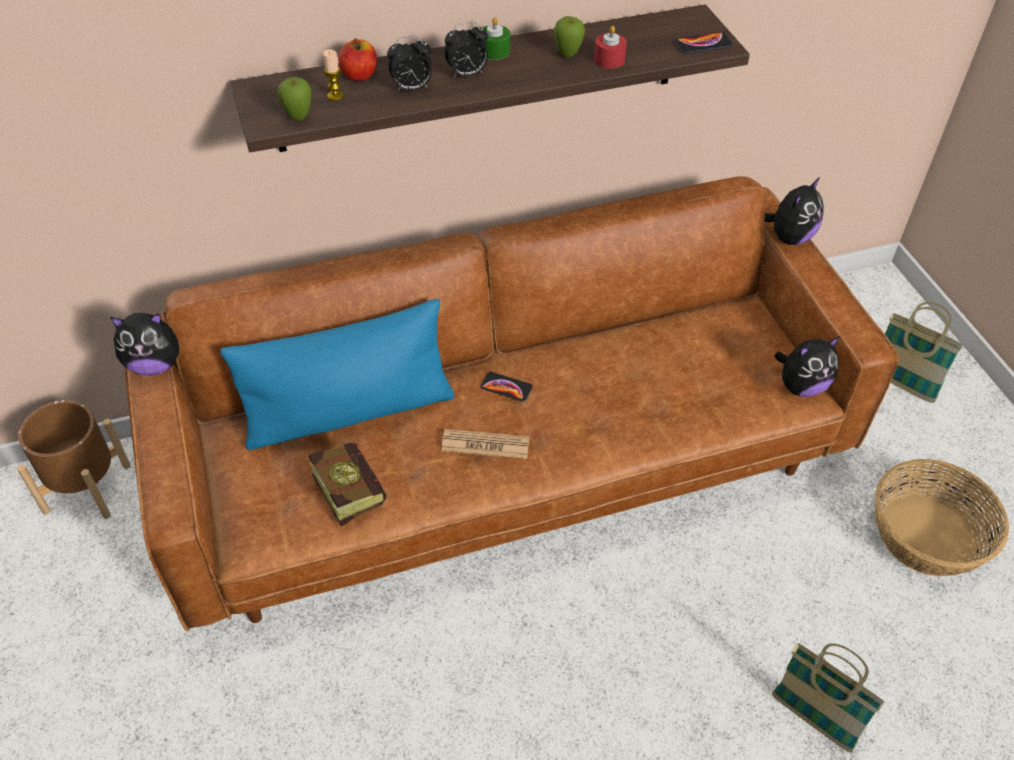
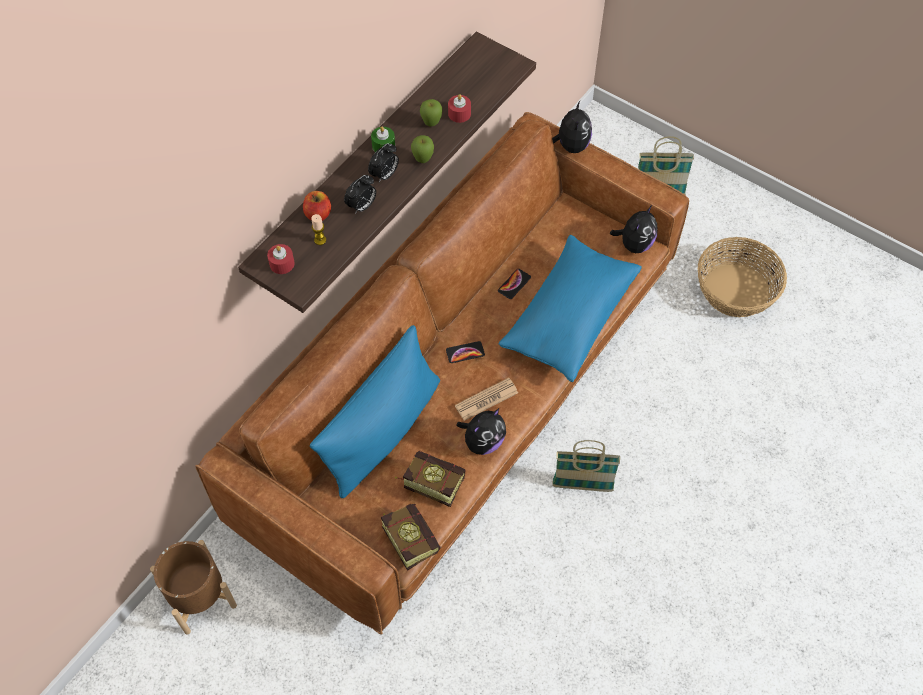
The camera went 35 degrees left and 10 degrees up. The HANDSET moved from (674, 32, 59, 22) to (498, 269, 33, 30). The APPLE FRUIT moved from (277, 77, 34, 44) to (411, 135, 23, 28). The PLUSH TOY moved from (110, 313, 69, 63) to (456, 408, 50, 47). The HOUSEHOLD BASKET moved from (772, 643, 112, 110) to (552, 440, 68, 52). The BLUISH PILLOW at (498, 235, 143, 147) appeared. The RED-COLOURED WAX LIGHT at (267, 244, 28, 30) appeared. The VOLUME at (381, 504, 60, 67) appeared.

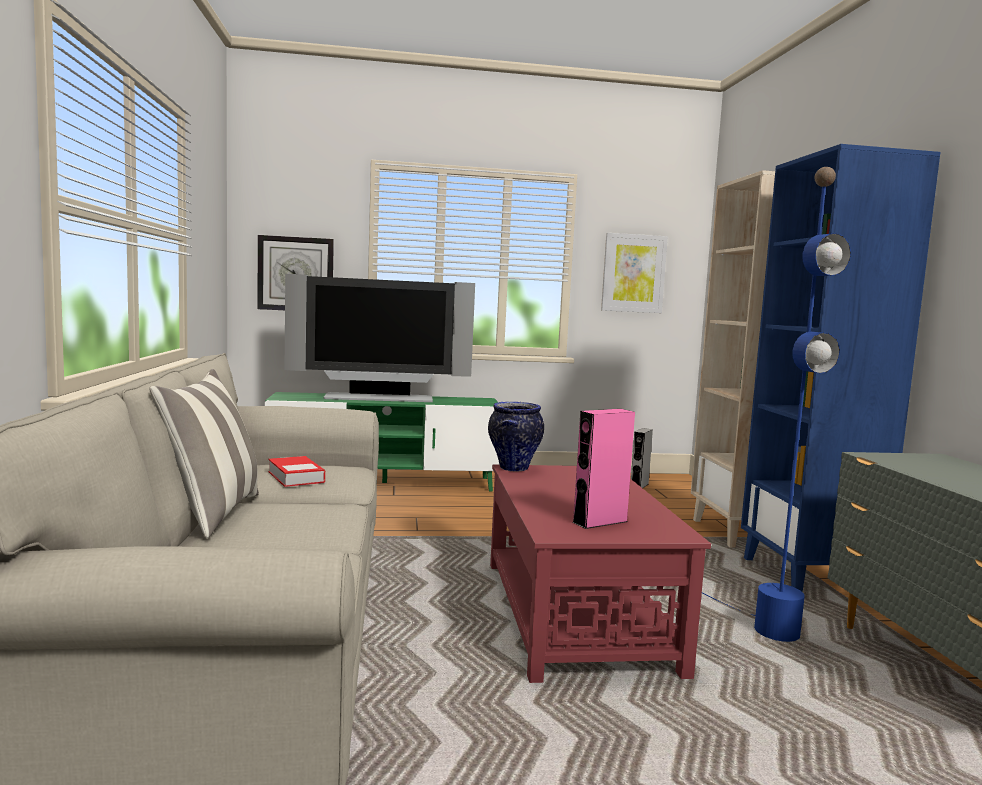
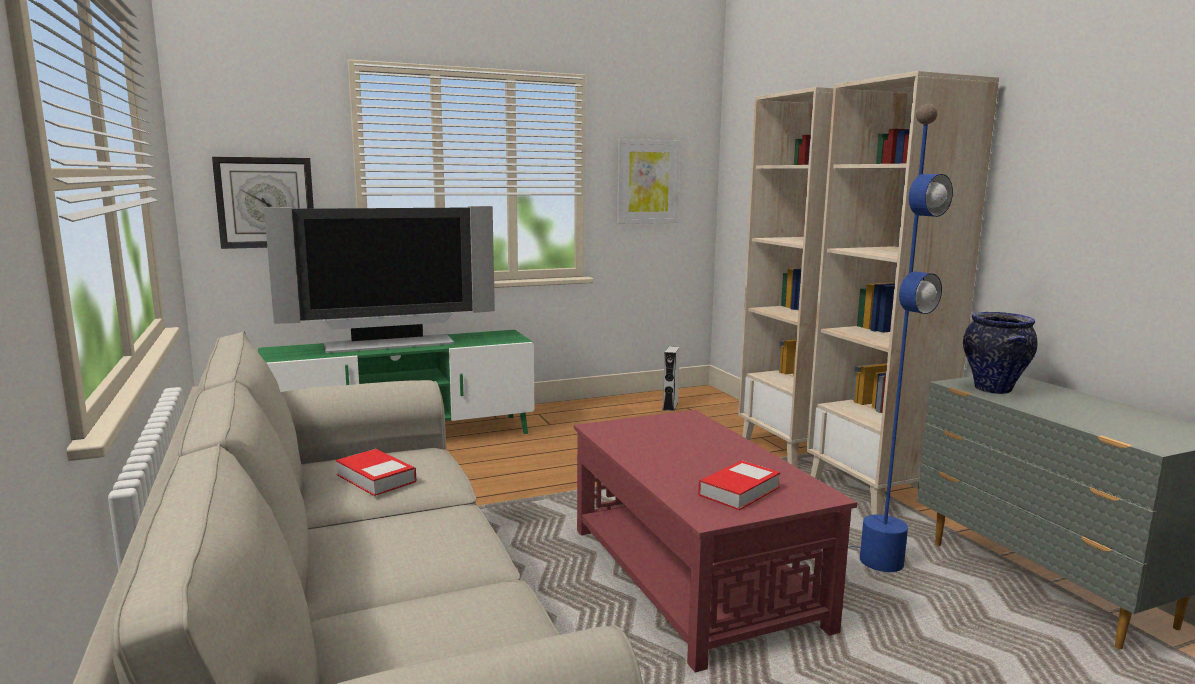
The camera went 15 degrees left and 5 degrees up. The BLUISH BOOKSHELF at (741, 144, 199, 448) became the BEIGE BOOKSHELF at (807, 71, 192, 444). The PILLOW at (149, 369, 110, 169) disappeared. The DECORATIVE VASE moved from (488, 402, 56, 70) to (963, 312, 75, 82). The PINKISH SPEAKER at (572, 409, 63, 120) was replaced by the VOLUME at (698, 460, 83, 50).

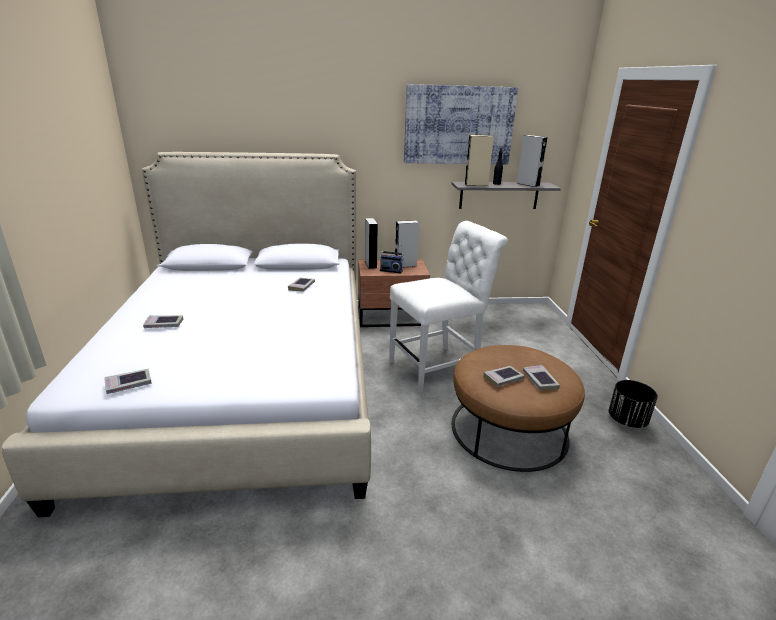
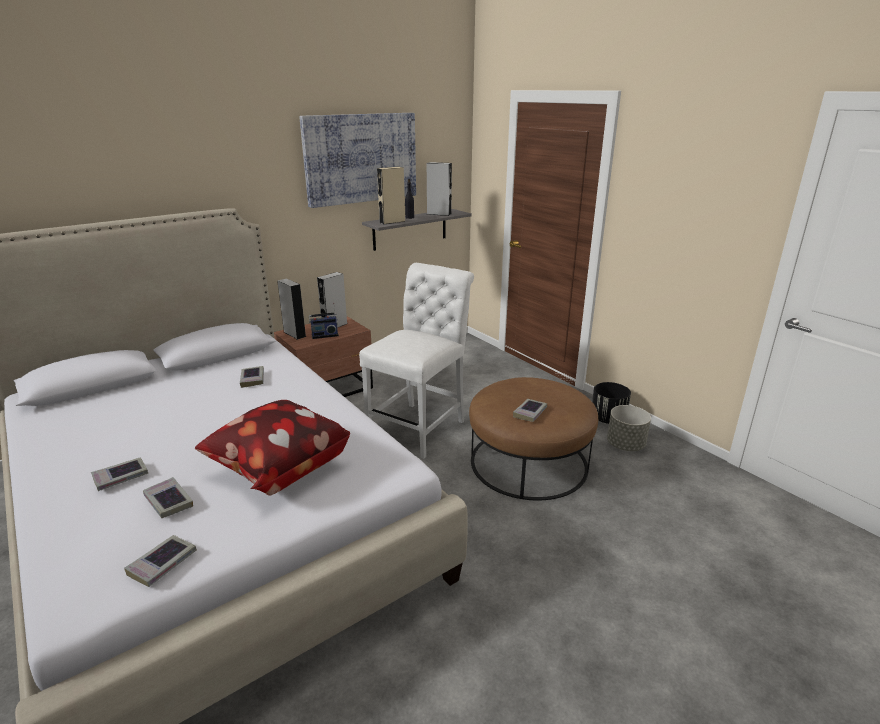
The camera went 30 degrees left and 0 degrees up. The VOLUME moved from (523, 365, 37, 25) to (143, 477, 50, 41). The PILLOW at (195, 400, 155, 96) appeared. The GRAY PLANTER at (607, 405, 44, 46) appeared.

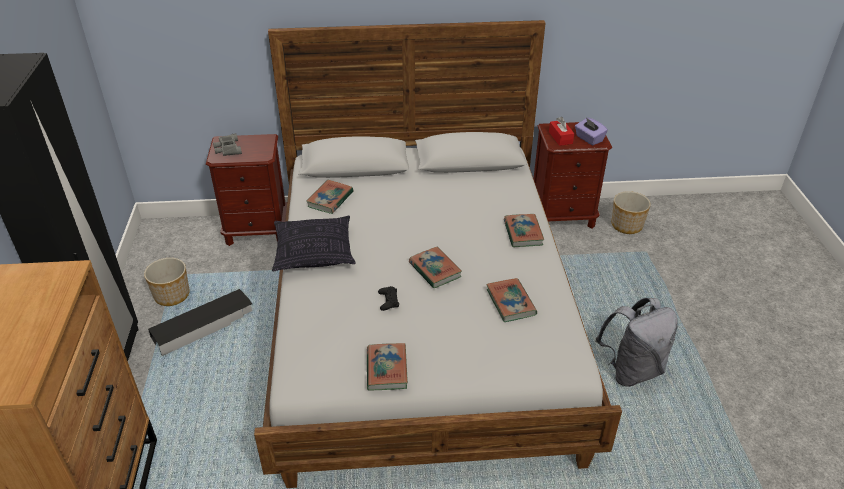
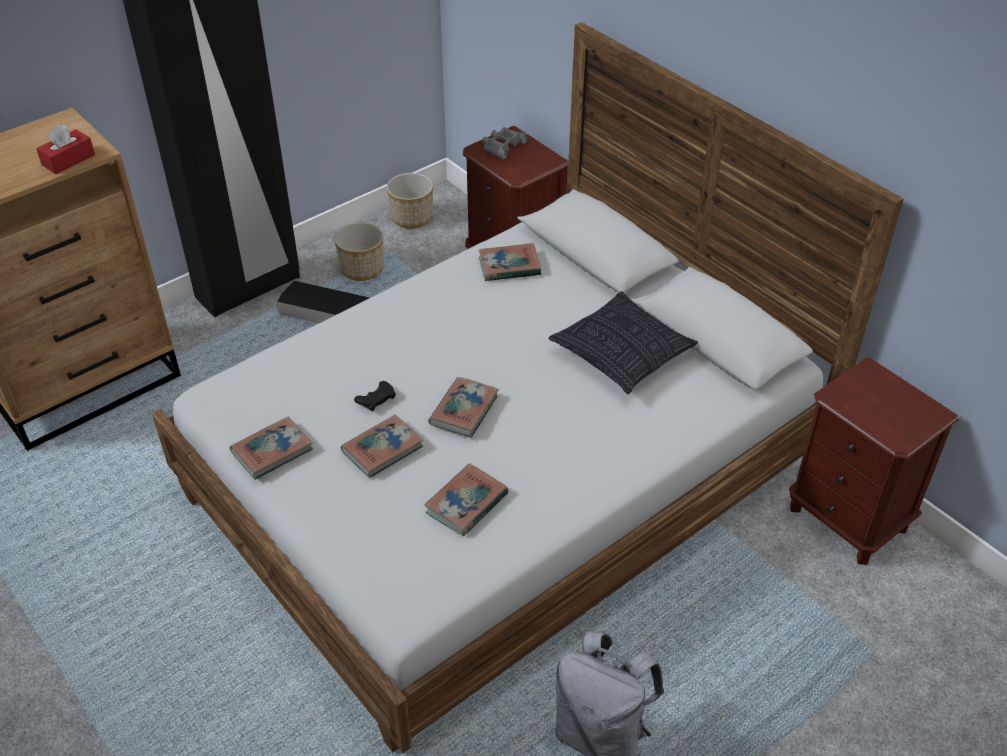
The camera went 55 degrees right and 5 degrees up. The RED-COLOURED TISSUE HOLDER moved from (549, 117, 25, 29) to (36, 124, 59, 50). The PURPLE TISSUE HOLDER at (575, 118, 33, 27) disappeared. The PLANTER moved from (611, 191, 40, 43) to (387, 173, 46, 56). The VOLUME moved from (504, 214, 40, 33) to (341, 415, 82, 63). The PILLOW moved from (272, 216, 83, 55) to (548, 291, 150, 103).

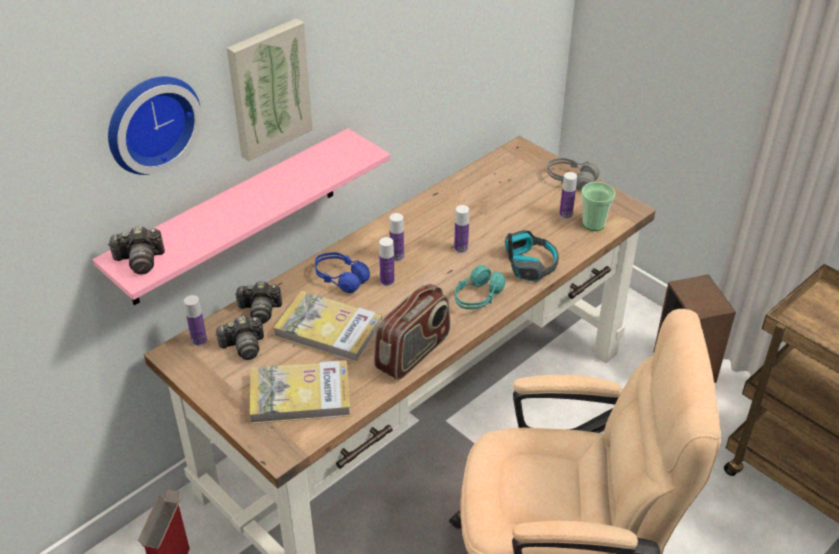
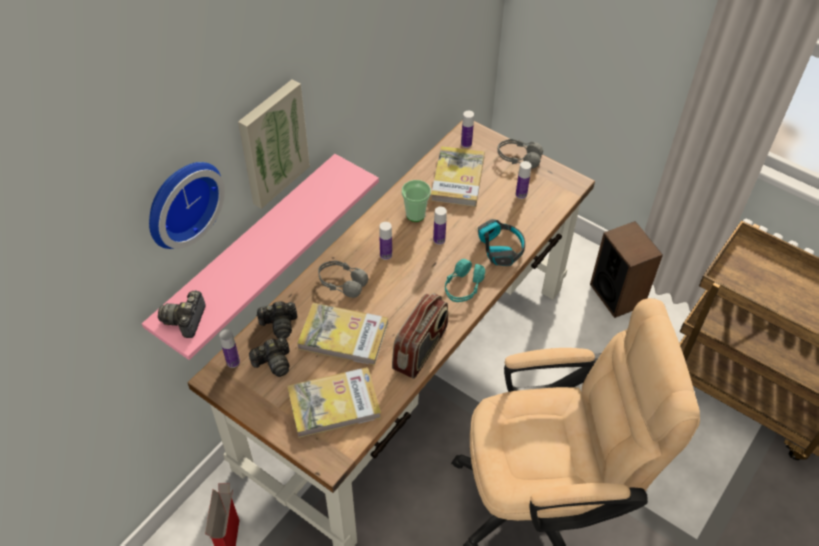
The camera went 10 degrees left and 10 degrees up. The CUP moved from (581, 182, 34, 49) to (402, 180, 29, 42). The PHOTO CAMERA at (108, 226, 57, 49) turned 120 degrees clockwise. The DRINK BOTTLE moved from (379, 237, 16, 49) to (461, 111, 13, 37). The BLUISH HEADPHONES at (315, 252, 55, 41) became the GRAY HEADPHONES at (318, 261, 51, 37). The VOLUME at (431, 146, 54, 61) appeared.

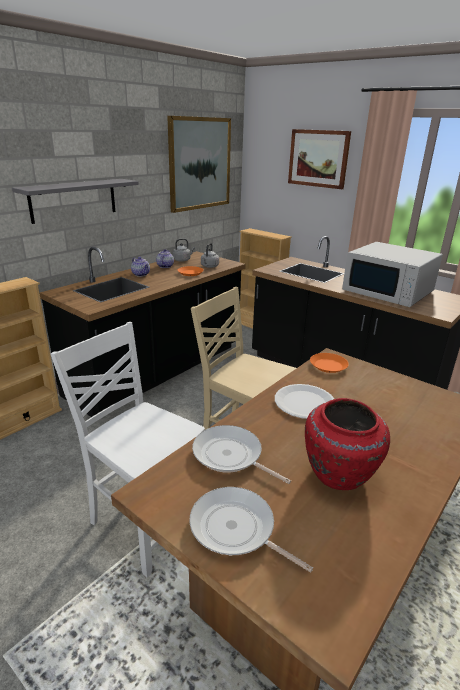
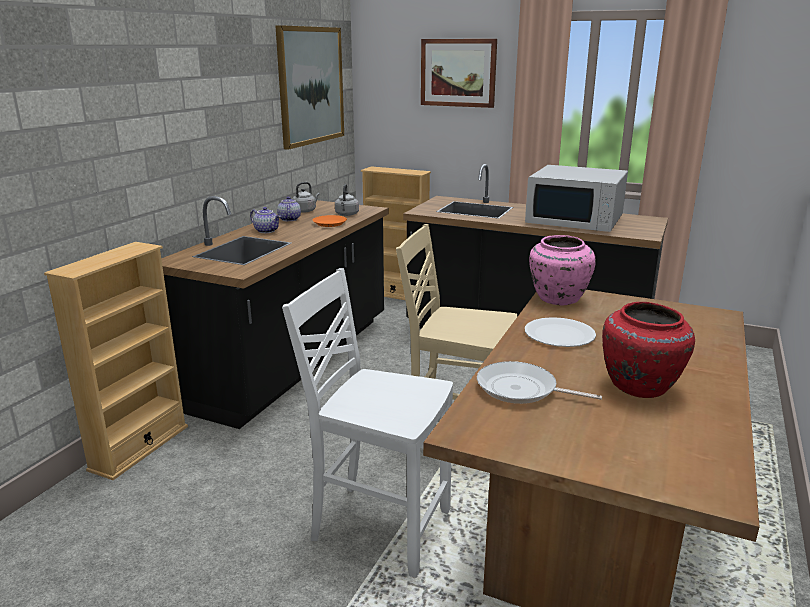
The camera went 15 degrees left and 5 degrees down. The GRAY SHELF at (12, 179, 127, 45) disappeared. The ORANGE PLATE at (310, 353, 39, 20) was replaced by the PINKISH DECORATIVE VASE at (529, 235, 67, 70). The PAN at (189, 487, 124, 86) disappeared.

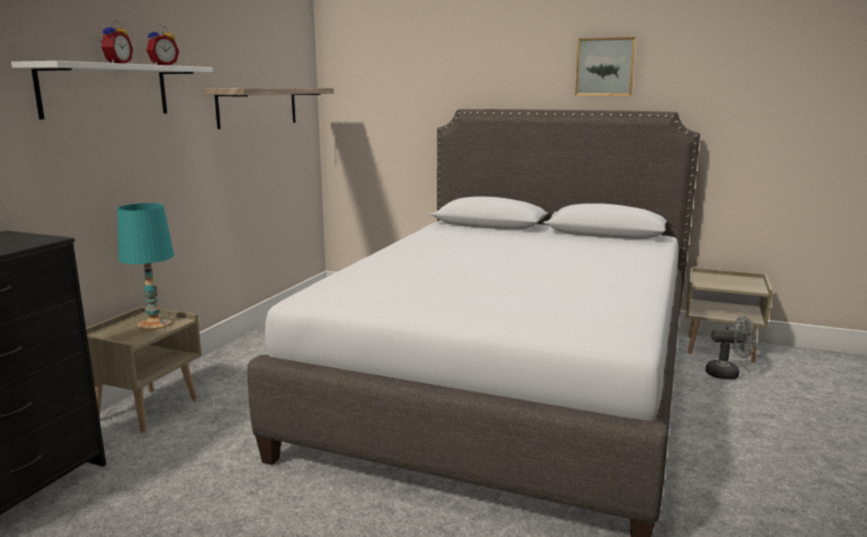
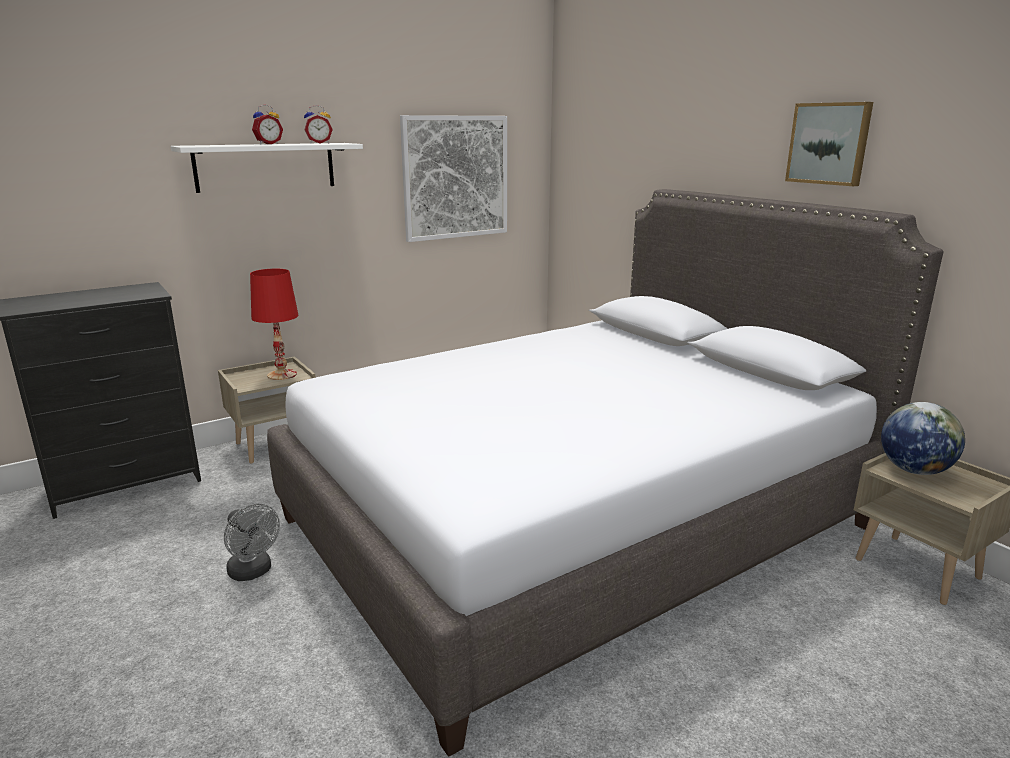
The camera went 35 degrees right and 5 degrees up. The SHELF at (204, 88, 130, 41) was replaced by the WALL ART at (400, 115, 107, 127). The BLUE-GREEN LAMP FOR A TABLE at (117, 203, 57, 127) became the RED-COLOURED LAMP FOR A TABLE at (250, 269, 48, 111). The GRAY COOLING FAN moved from (705, 317, 51, 62) to (224, 504, 56, 77). The DESK GLOBE at (881, 402, 84, 73) appeared.

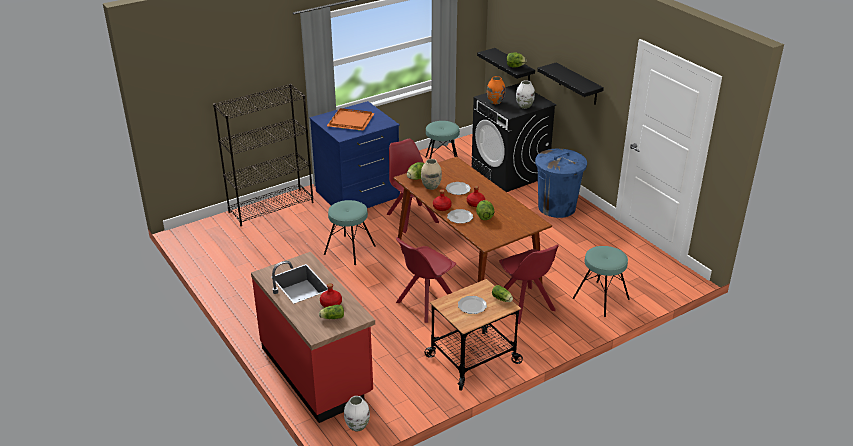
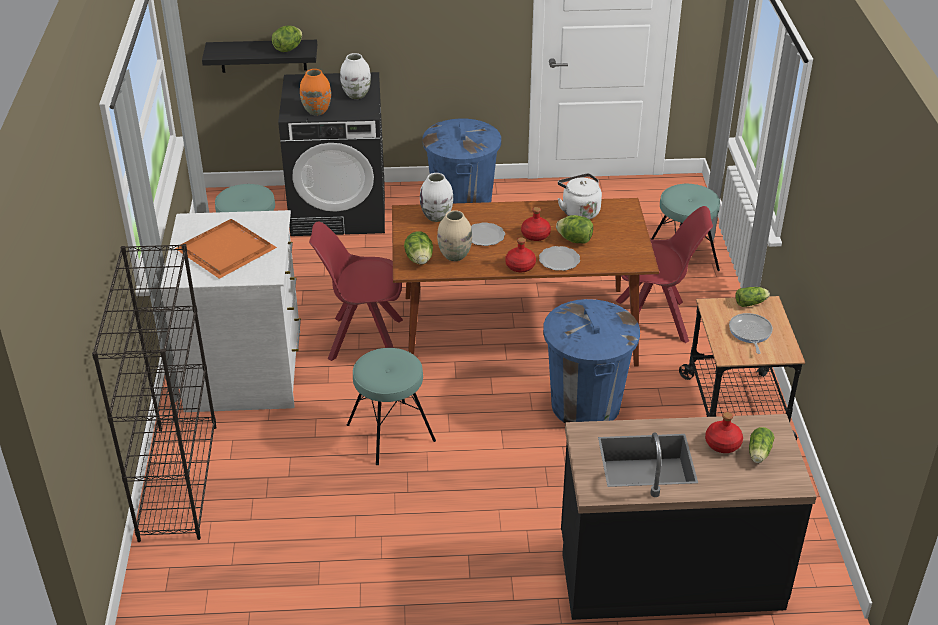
The camera went 60 degrees left and 5 degrees up. The BLACK SHELF at (537, 62, 67, 43) disappeared. The BLUISH DRAWER CHEST at (309, 101, 91, 107) became the WHITE DRAWER CHEST at (160, 210, 141, 202). The RED-COLOURED CHAIR at (396, 237, 60, 86) was replaced by the BLUISH TRASH CAN at (543, 299, 97, 124). The RED-COLOURED KITCHEN BASE UNIT at (251, 252, 124, 171) became the BLACK KITCHEN BASE UNIT at (561, 414, 256, 206). The PLATE at (458, 296, 29, 18) was replaced by the PAN at (729, 313, 44, 41). The WHITE DECORATIVE VASE moved from (344, 396, 26, 35) to (420, 173, 33, 49). The WHITE KETTLE at (558, 173, 44, 46) appeared.

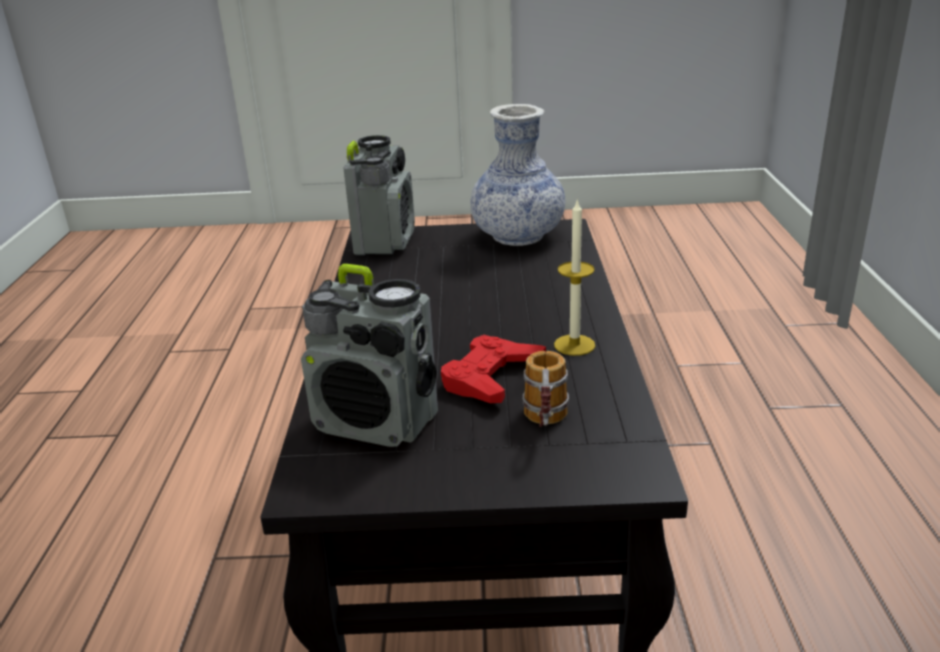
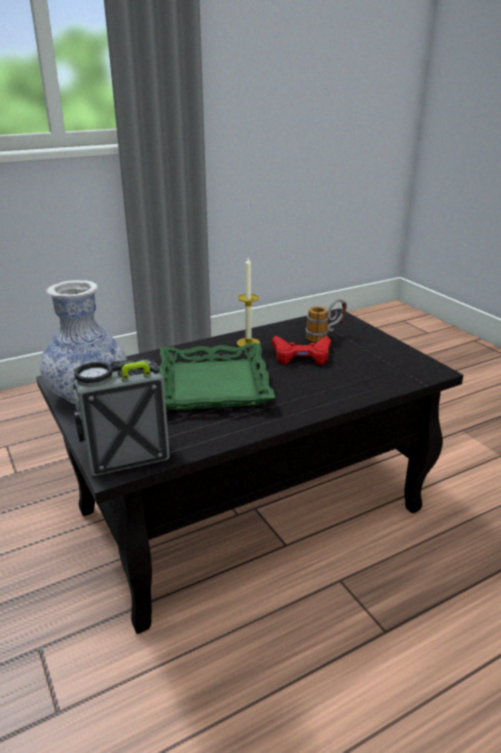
The camera went 120 degrees left and 0 degrees up. The RADIO SET at (301, 264, 137, 183) disappeared. The GREENISH TRAY at (159, 343, 117, 67) appeared.

